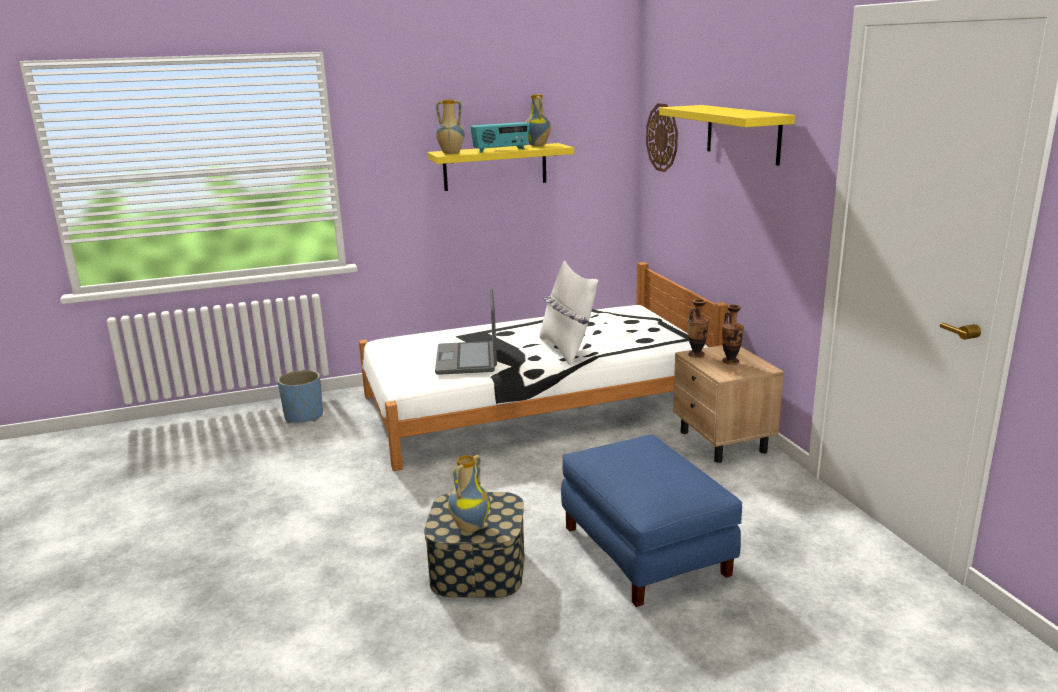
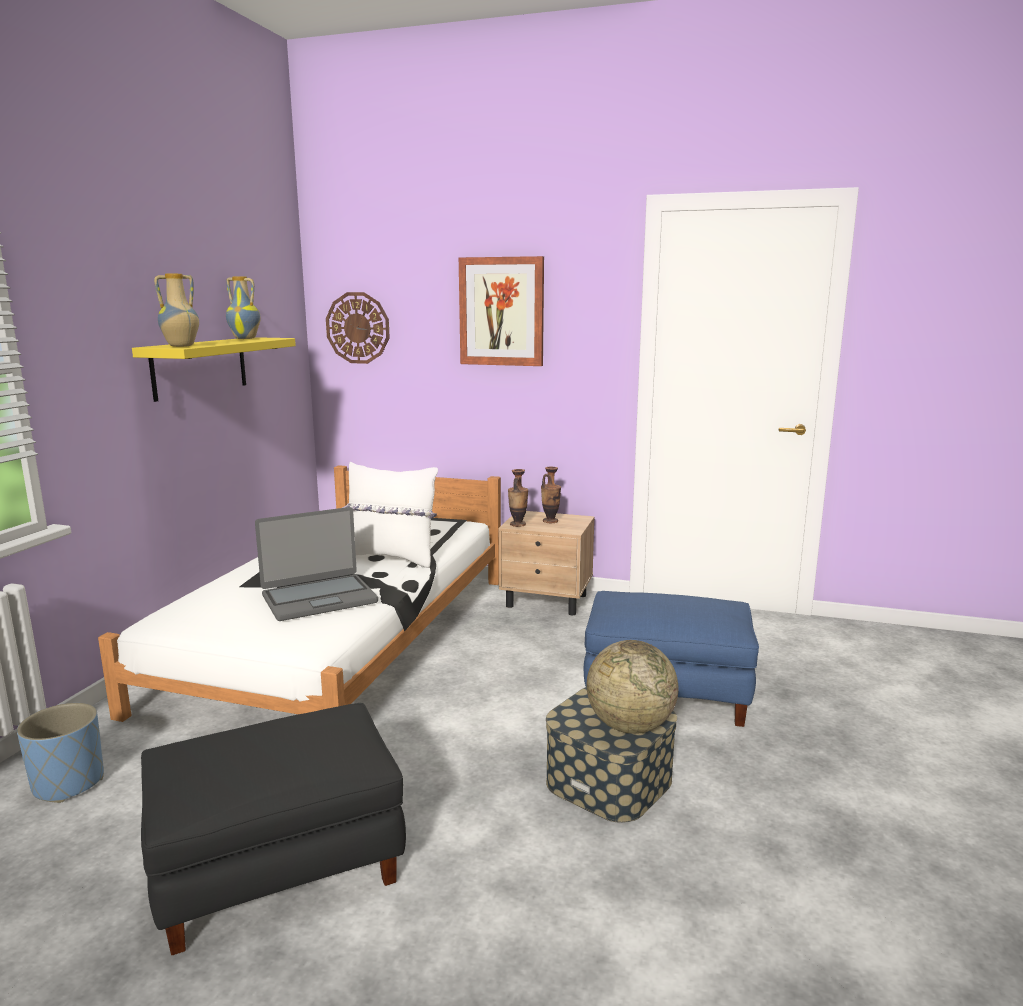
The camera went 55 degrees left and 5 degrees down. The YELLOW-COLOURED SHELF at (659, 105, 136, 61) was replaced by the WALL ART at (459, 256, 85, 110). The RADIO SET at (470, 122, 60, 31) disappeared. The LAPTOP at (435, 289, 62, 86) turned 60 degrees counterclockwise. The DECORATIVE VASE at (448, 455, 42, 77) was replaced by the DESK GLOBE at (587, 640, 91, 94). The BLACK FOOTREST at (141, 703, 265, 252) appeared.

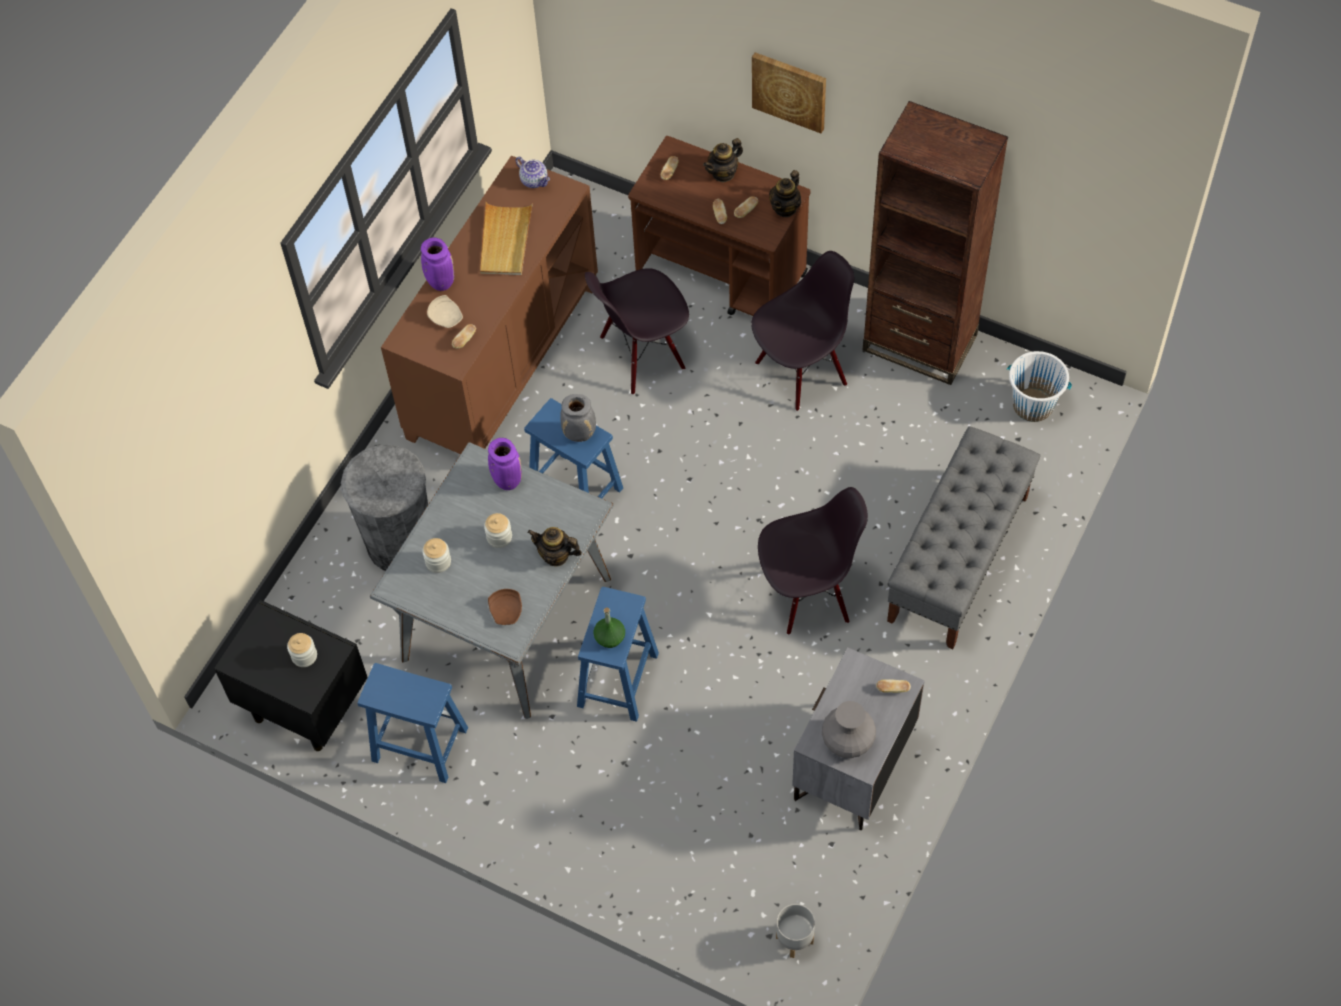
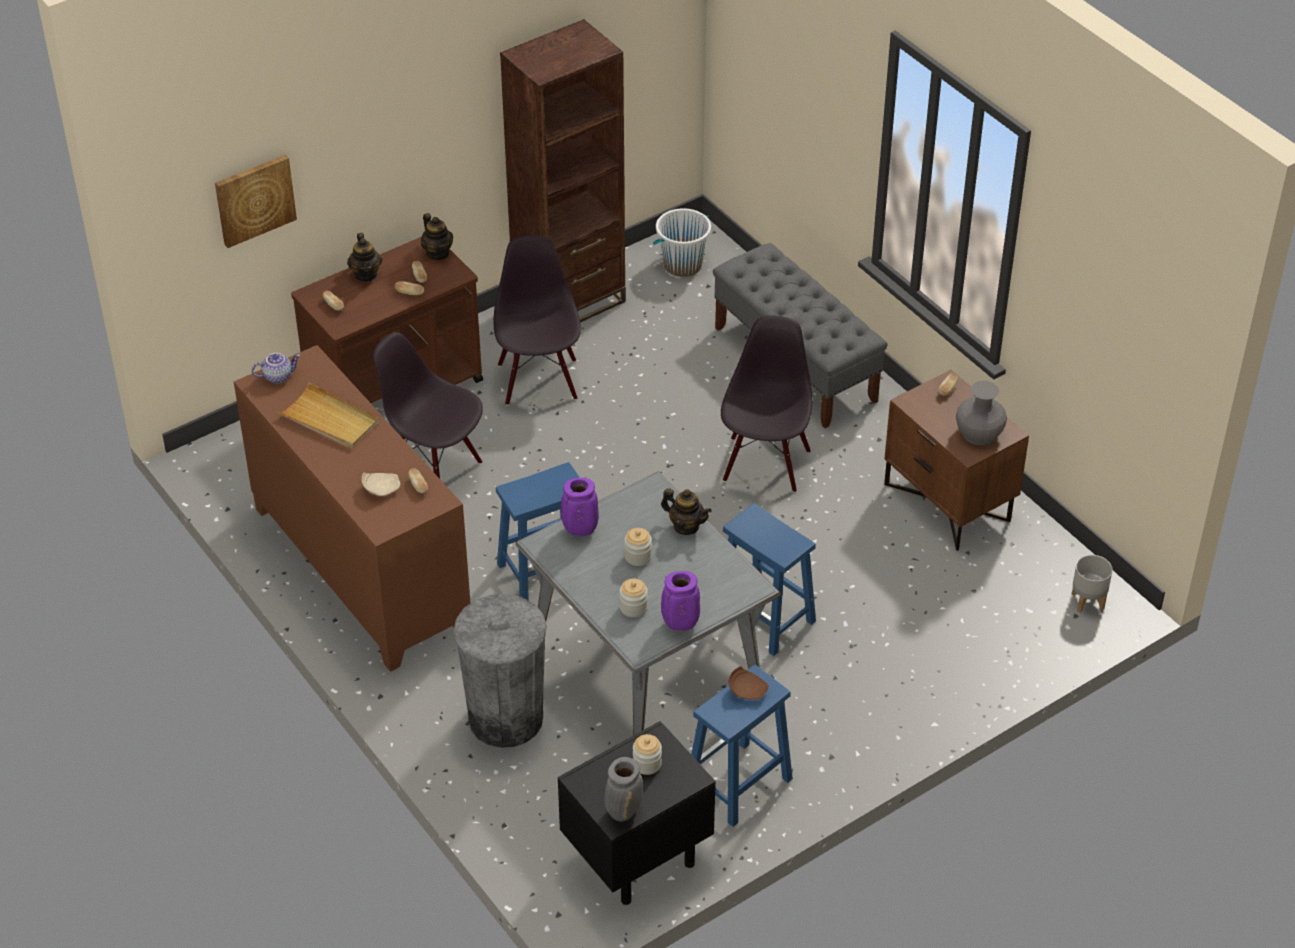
The camera went 65 degrees left and 15 degrees down. The WALL ART moved from (752, 52, 74, 81) to (215, 155, 82, 93). The PURPLE DECORATIVE VASE moved from (421, 237, 33, 54) to (661, 571, 39, 60). The BLACK CHAIR at (585, 268, 104, 127) turned 120 degrees clockwise. The GRAY DECORATIVE VASE moved from (560, 394, 36, 48) to (605, 757, 38, 64). The TEA POT at (528, 527, 54, 39) turned 105 degrees counterclockwise. The BROWN PLATE moved from (488, 589, 34, 36) to (729, 666, 40, 34). The GREENISH DRINK BOTTLE at (594, 607, 31, 41) disappeared. The GRAY NIGHT TABLE at (792, 647, 133, 183) became the BROWN NIGHT TABLE at (884, 370, 145, 181).

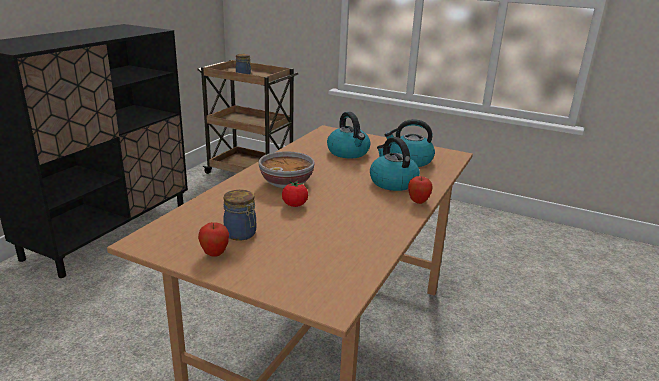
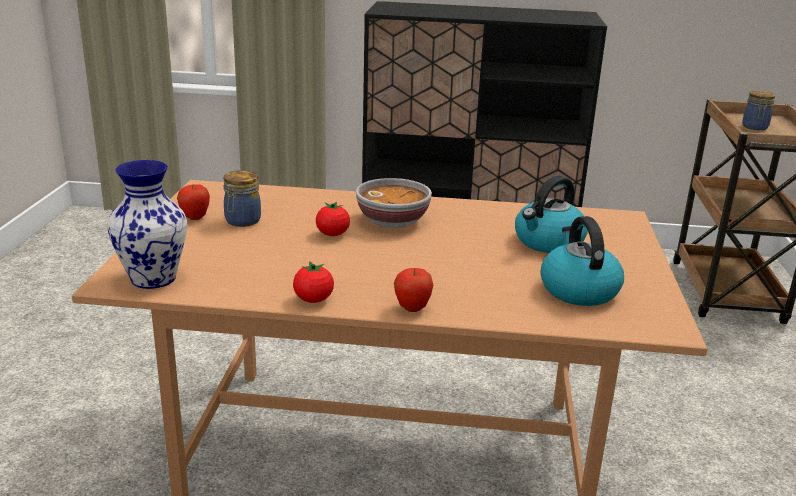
The camera went 70 degrees right and 0 degrees up. The KETTLE at (370, 137, 50, 54) disappeared. The DECORATIVE VASE at (107, 160, 80, 129) appeared. The FRESH TOMATO at (293, 261, 41, 42) appeared.

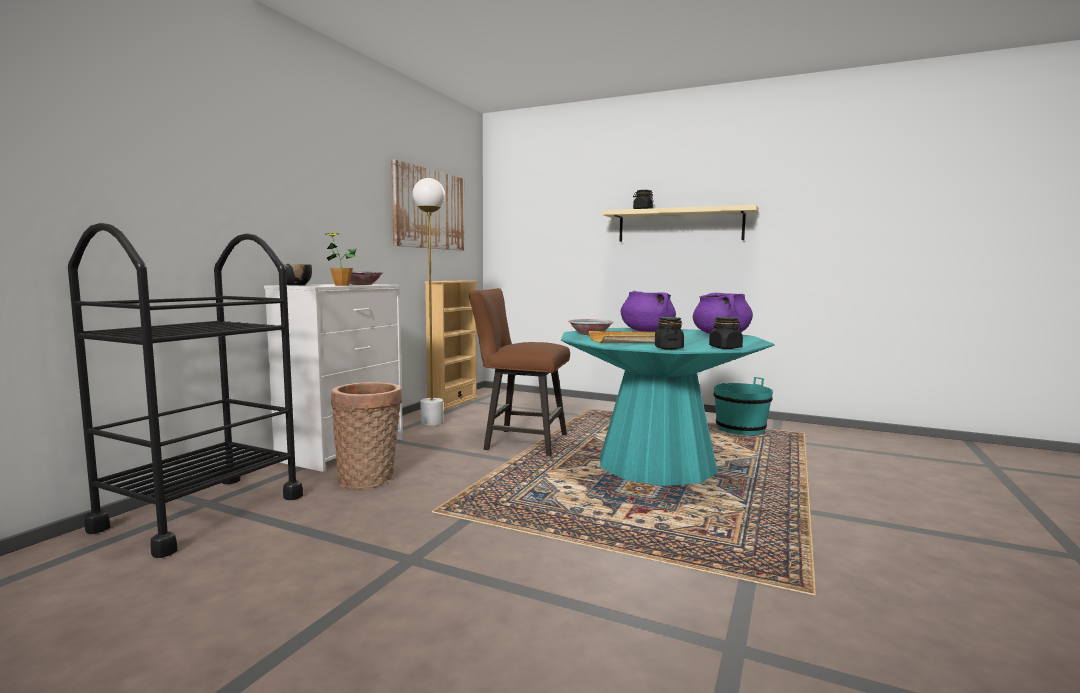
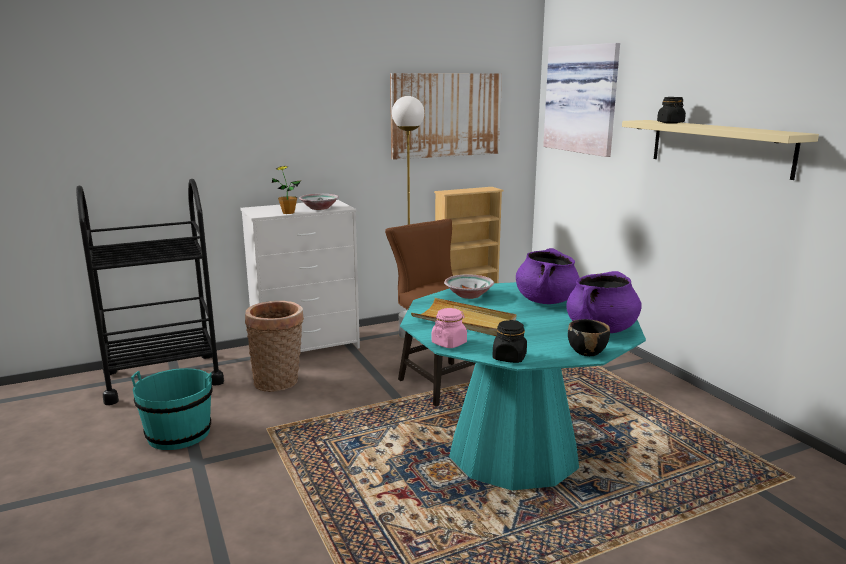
The camera went 40 degrees right and 10 degrees up. The BLACK BOWL moved from (284, 264, 28, 21) to (568, 319, 42, 37). The BLACK STORAGE JAR at (655, 317, 29, 33) became the PINKISH STORAGE JAR at (432, 308, 35, 40). The BLUE-GREEN WATER BUCKET moved from (714, 377, 59, 58) to (131, 368, 82, 82). The WALL ART at (543, 43, 77, 114) appeared.

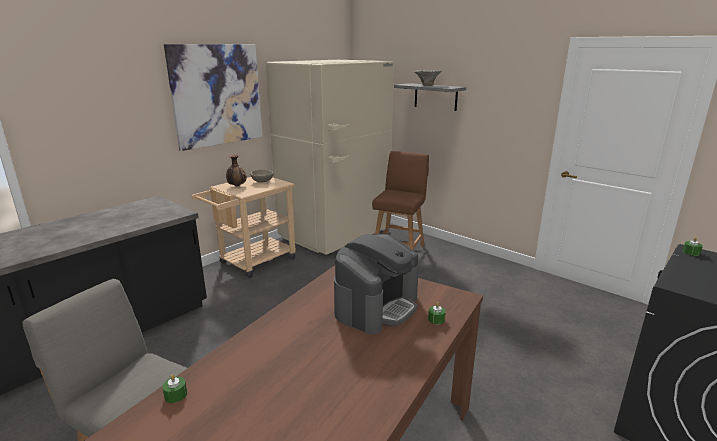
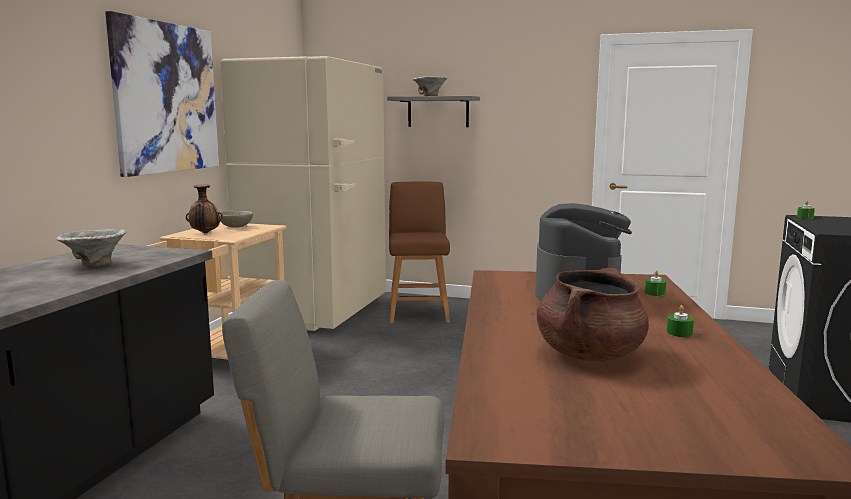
The camera went 25 degrees left and 10 degrees down. The GREENISH WAX LIGHT moved from (162, 374, 25, 29) to (667, 305, 27, 32). The BOWL at (56, 229, 71, 38) appeared. The BROWN SAUCEPOT at (537, 268, 112, 93) appeared.

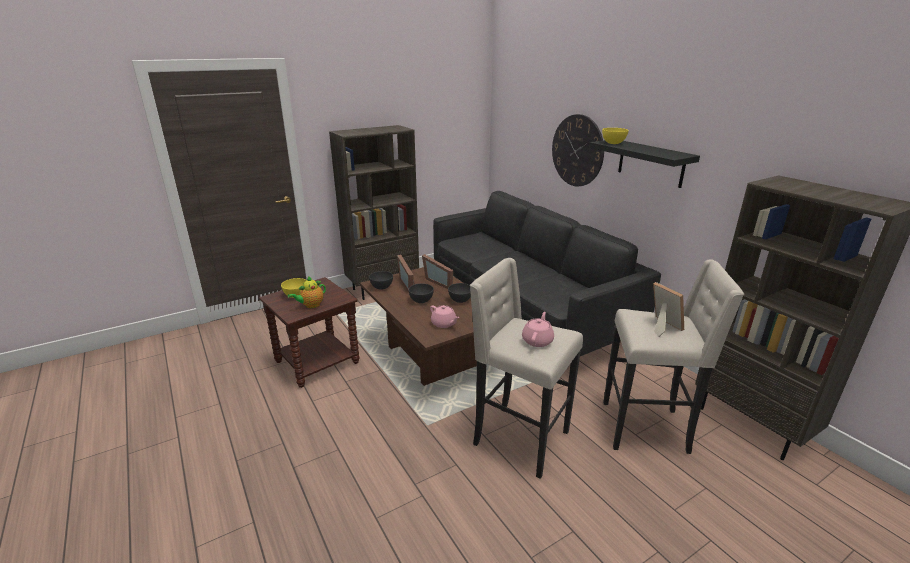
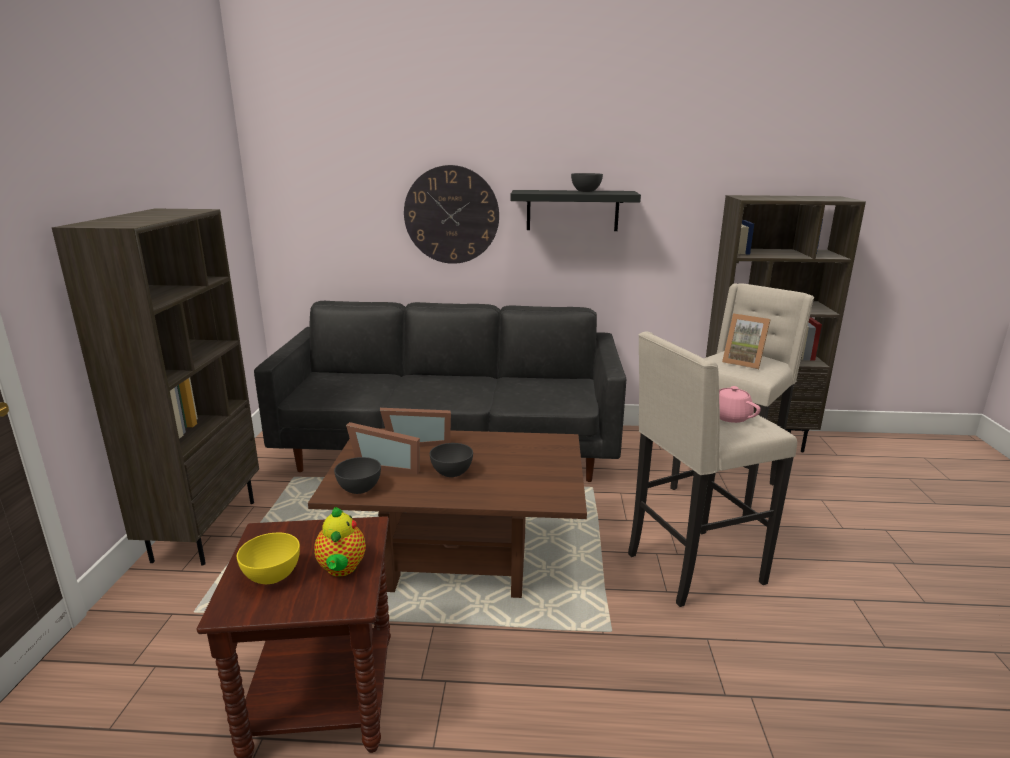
The camera went 55 degrees left and 5 degrees down. The YELLOW-COLOURED BOWL at (602, 128, 27, 16) disappeared. The PICTURE FRAME at (653, 282, 31, 55) turned 150 degrees counterclockwise. The GRAY BOWL moved from (448, 283, 23, 20) to (571, 173, 32, 19). The PINKISH TEA POT at (430, 305, 29, 23) disappeared.

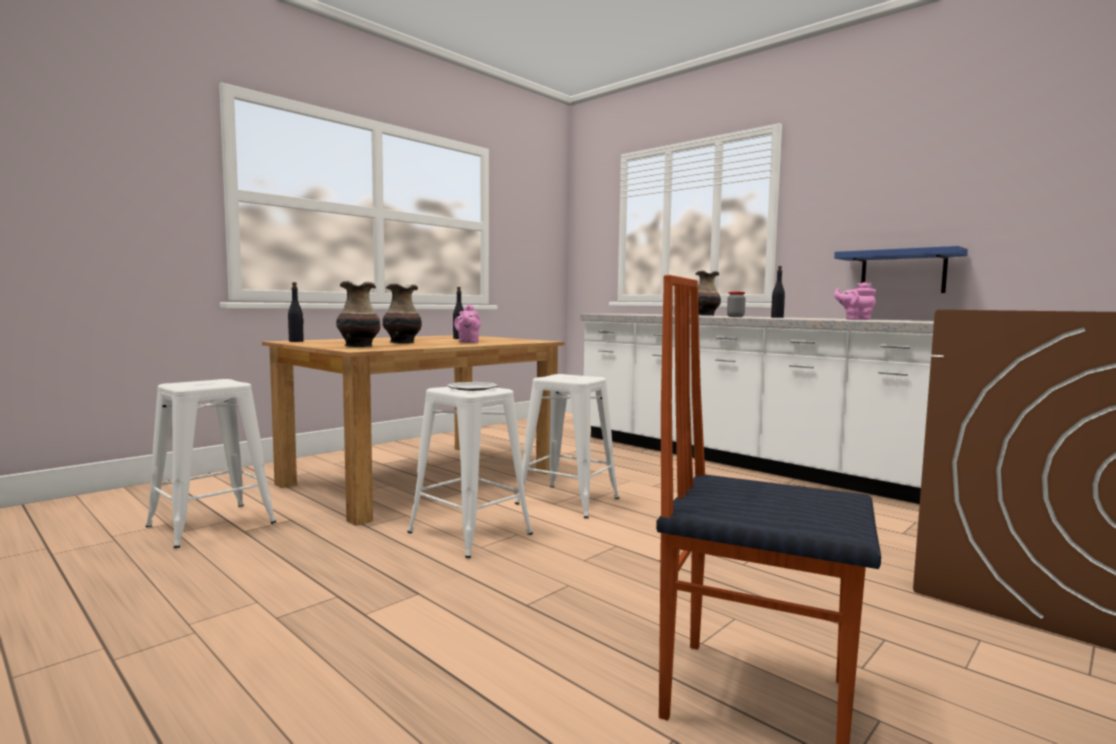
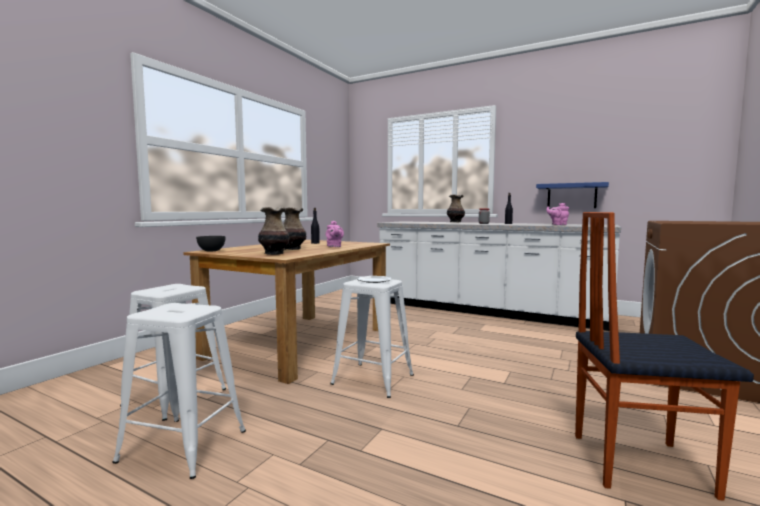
The camera went 15 degrees left and 0 degrees up. The BLACK DRINK BOTTLE at (288, 282, 16, 60) was replaced by the GRAY BOWL at (196, 236, 30, 16). The WHITE SITTING STOOL moved from (515, 374, 104, 144) to (112, 303, 134, 176).

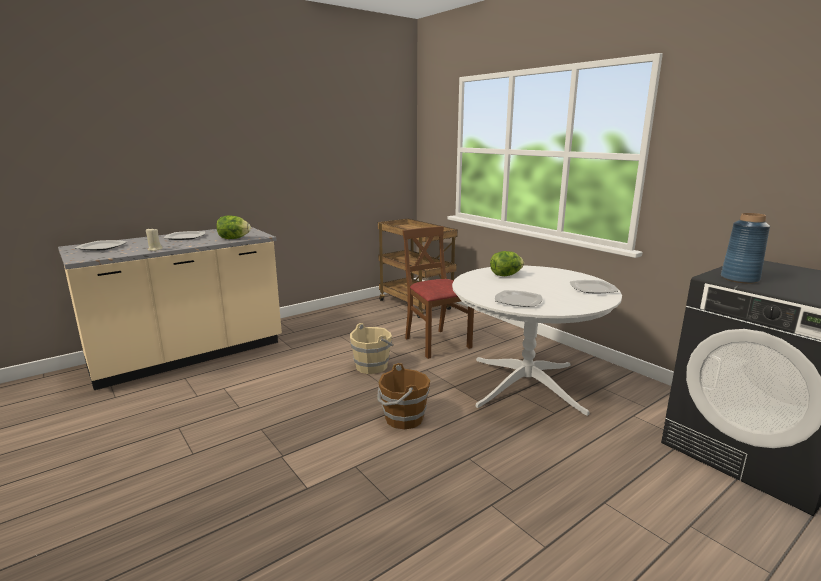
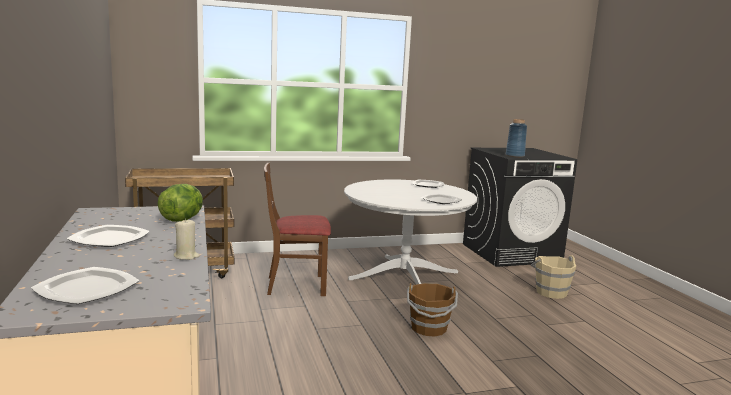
The camera went 70 degrees left and 5 degrees down. The LETTUCE at (490, 251, 34, 25) disappeared. The BEIGE WATER BUCKET moved from (350, 323, 44, 51) to (531, 255, 45, 44).

